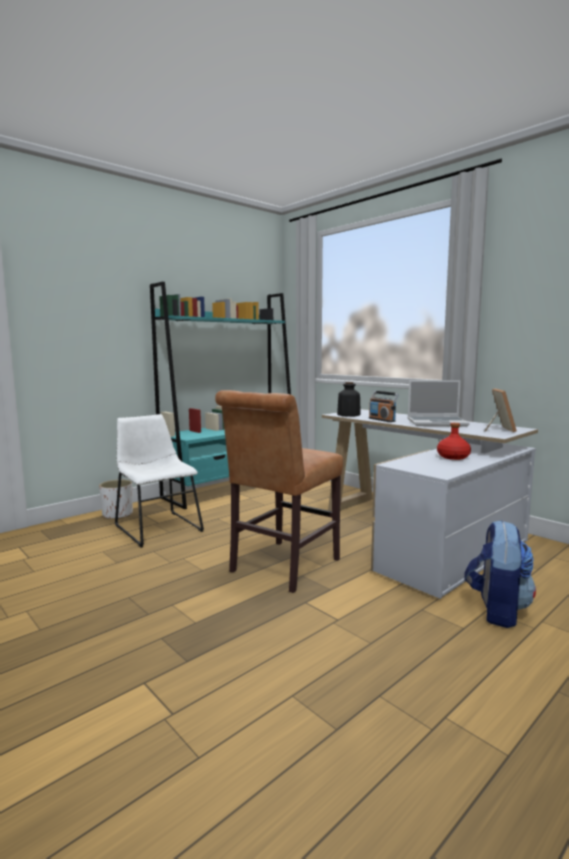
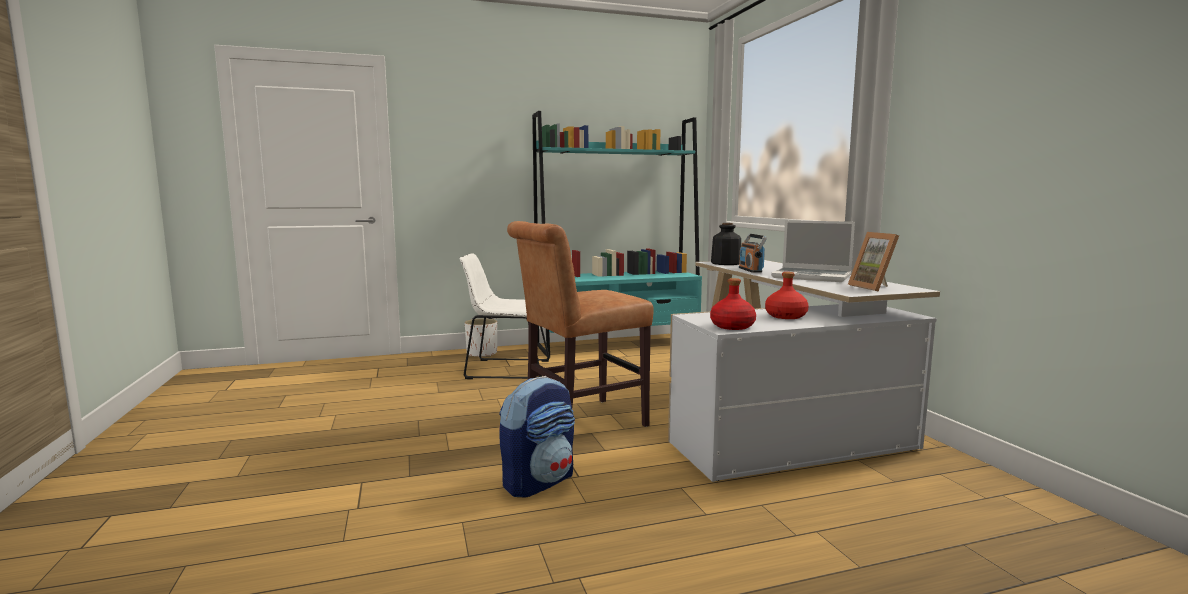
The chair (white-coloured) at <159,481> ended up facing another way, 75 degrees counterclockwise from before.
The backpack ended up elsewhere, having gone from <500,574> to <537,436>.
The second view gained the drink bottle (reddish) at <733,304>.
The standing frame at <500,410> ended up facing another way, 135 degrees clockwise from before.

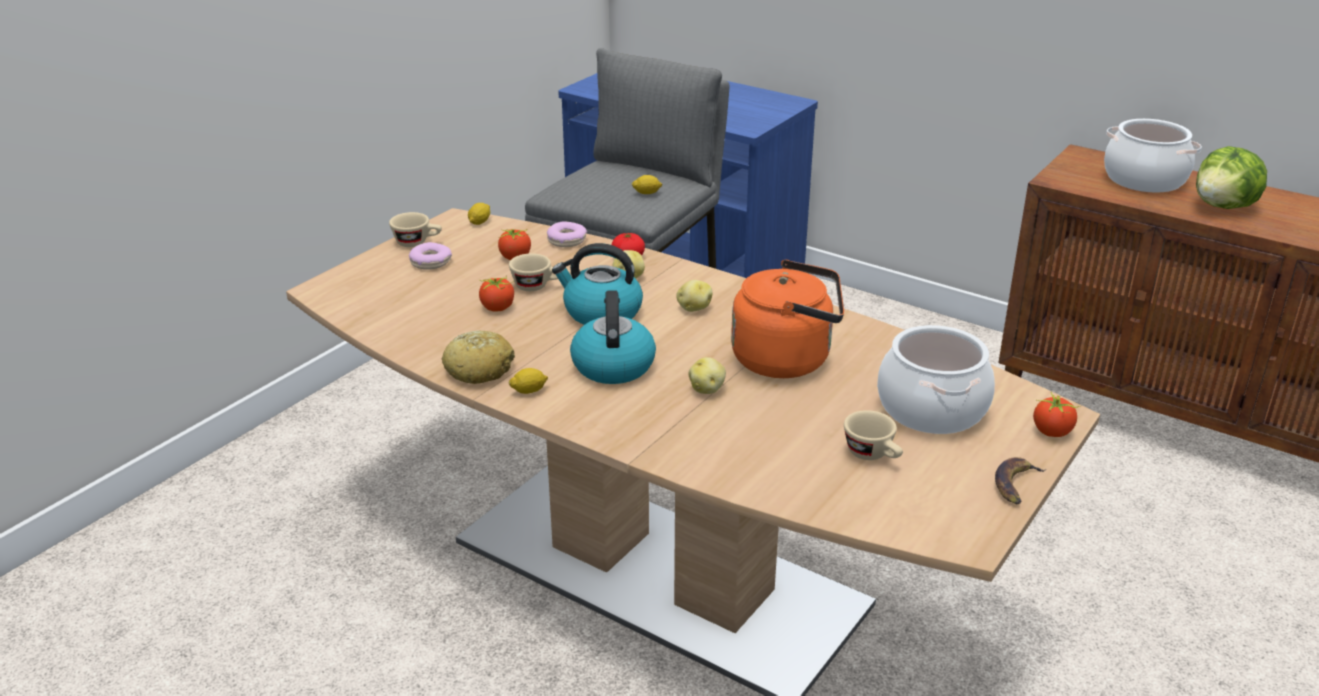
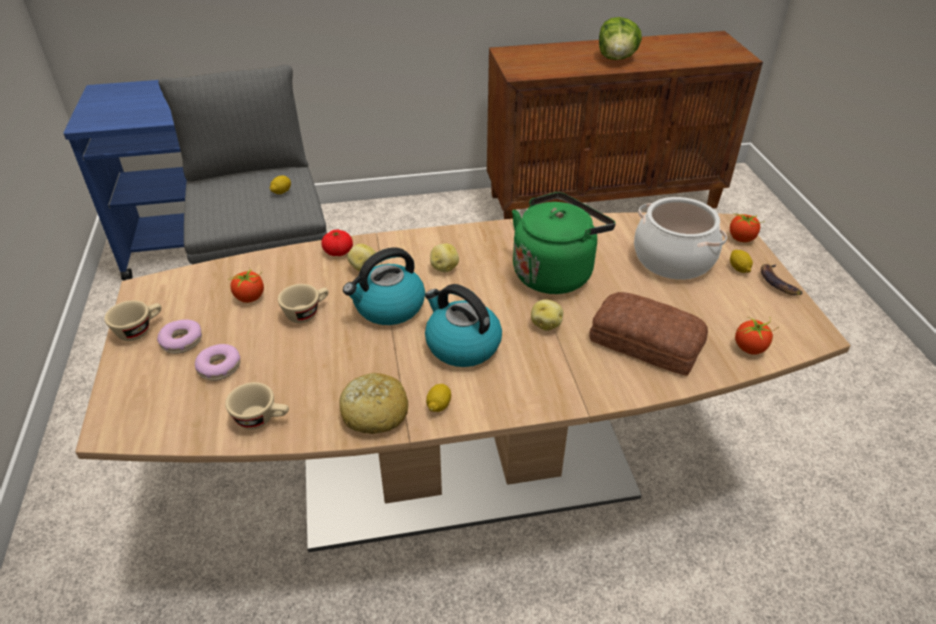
The doughnut ended up elsewhere, having gone from <567,234> to <218,362>.
The drinking cup (beige) ended up elsewhere, having gone from <873,435> to <257,406>.
What was the water kettle (orangey) at <787,319> turned into the water kettle (green) at <564,243>.
The second view gained the baked bread at <648,334>.
The whole lemon ended up elsewhere, having gone from <479,214> to <741,261>.
The fresh tomato ended up elsewhere, having gone from <497,294> to <756,336>.
The second view lost the cooking pot at <1153,156>.

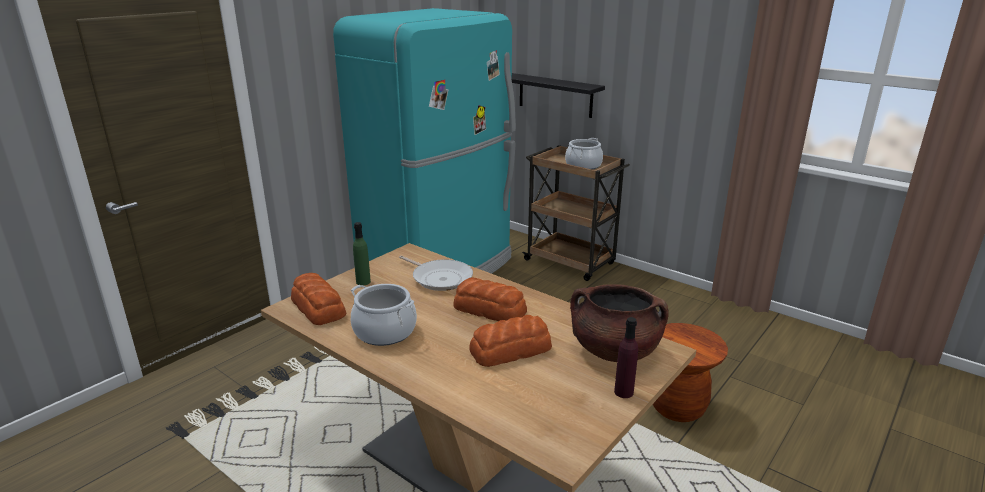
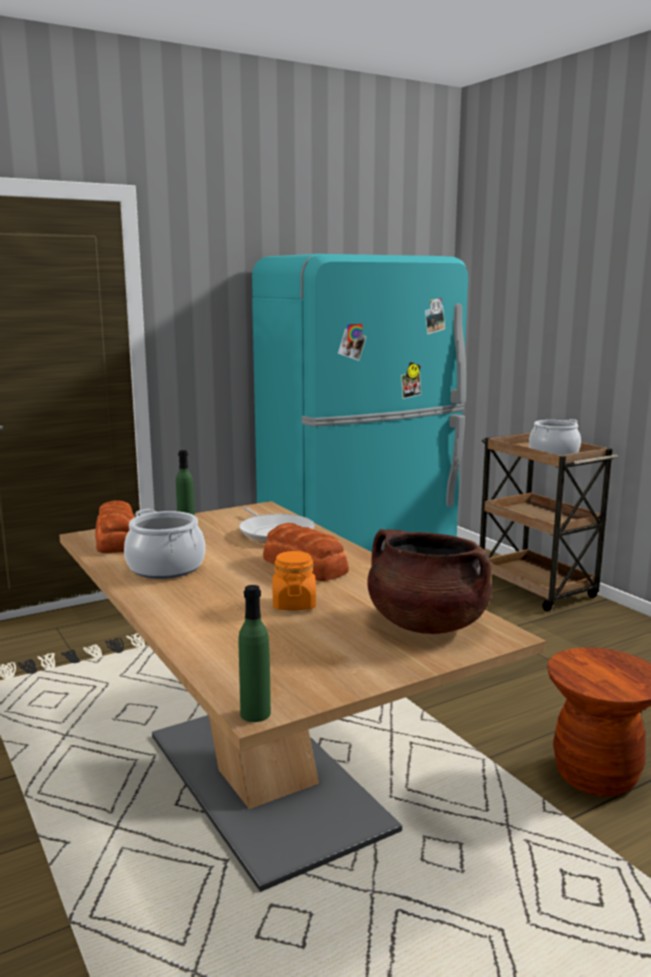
The second view gained the drink bottle (green) at <255,653>.
Where the baked bread stood at <510,341>, the storage jar (orangey) came to stand at <294,580>.
The second view lost the bracket shelf (black) at <558,95>.
The second view lost the drink bottle (purplish) at <626,357>.

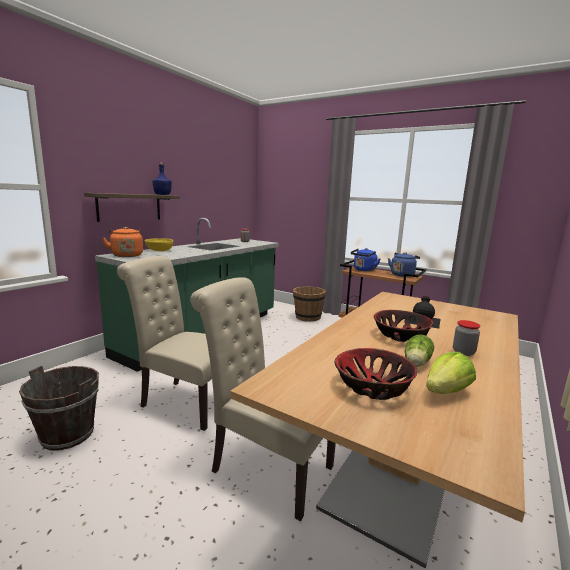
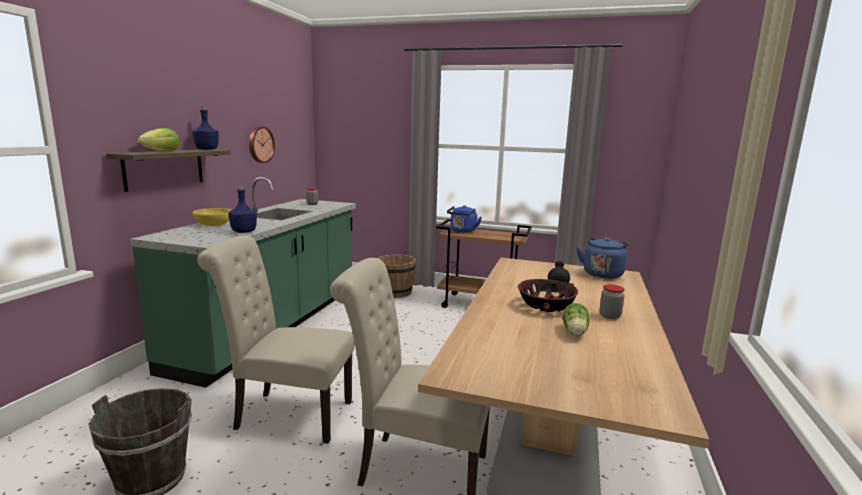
The lettuce ended up elsewhere, having gone from <451,373> to <158,140>.
The second view gained the drink bottle (blue-coloured) at <242,209>.
The second view gained the hanging clock at <262,145>.
The water kettle (blue-coloured) ended up elsewhere, having gone from <404,264> to <602,258>.
The second view lost the water kettle (orangey) at <123,242>.
The second view lost the serving bowl at <376,374>.

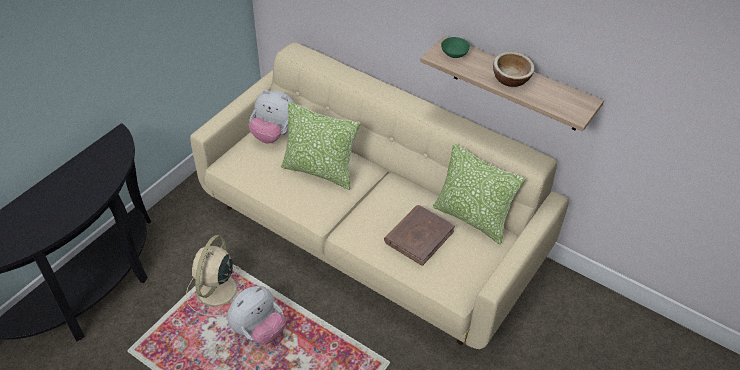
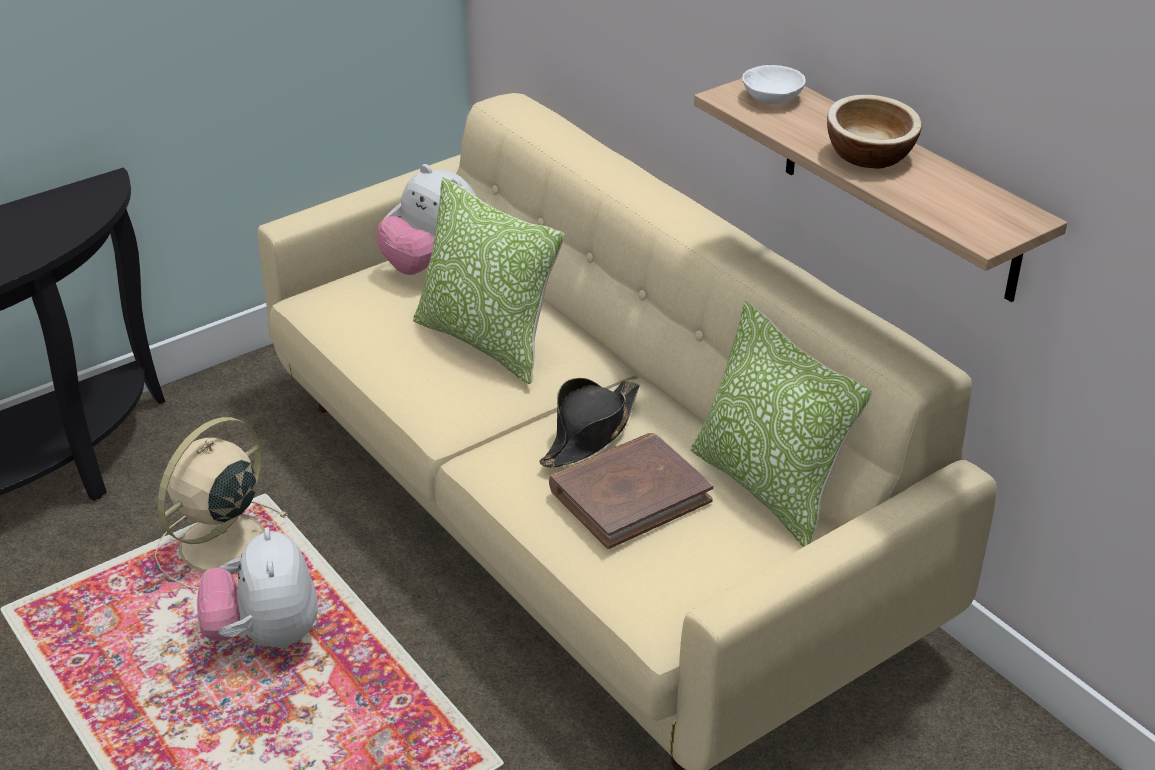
The plush toy at <256,315> ended up facing another way, 105 degrees clockwise from before.
The second view gained the hat (black) at <589,423>.
What was the serving bowl (green) at <455,47> turned into the serving bowl (white-coloured) at <774,84>.

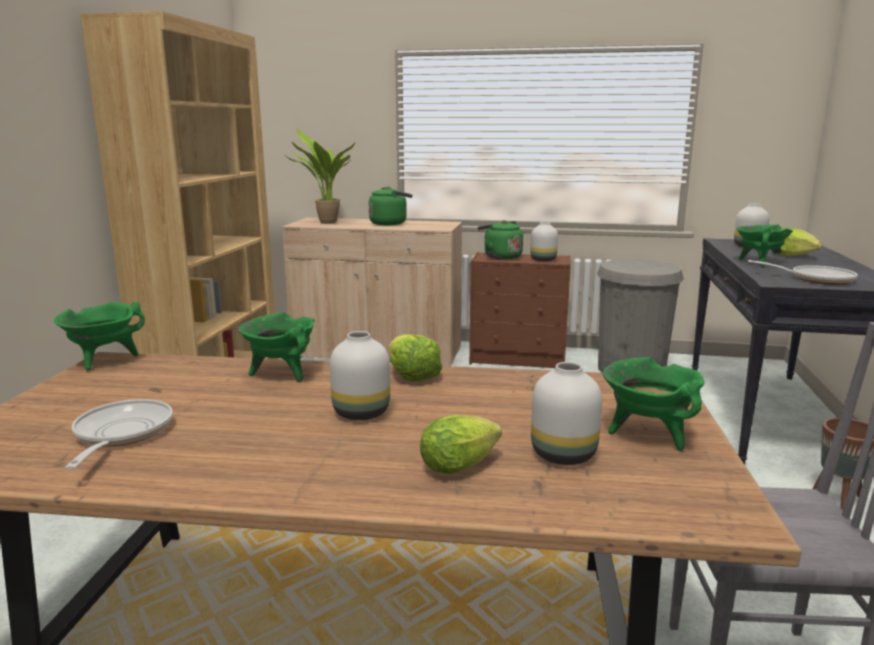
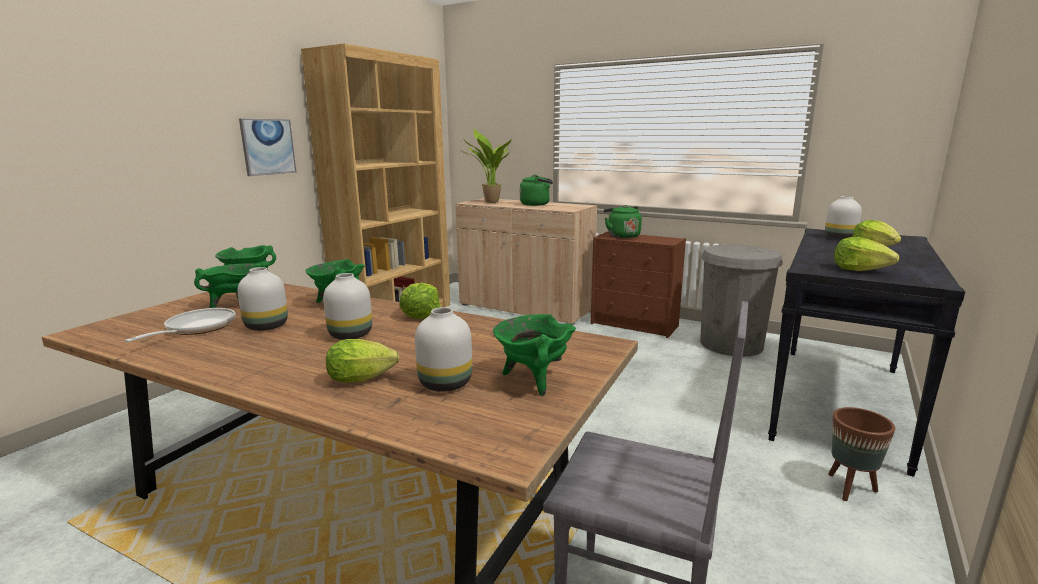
The cooking pot (green) ended up elsewhere, having gone from <764,245> to <227,285>.
The flower vase (white-coloured) ended up elsewhere, having gone from <544,241> to <262,299>.
The second view gained the wall picture at <268,147>.
Where the skillet stood at <803,272>, the lettuce came to stand at <866,254>.

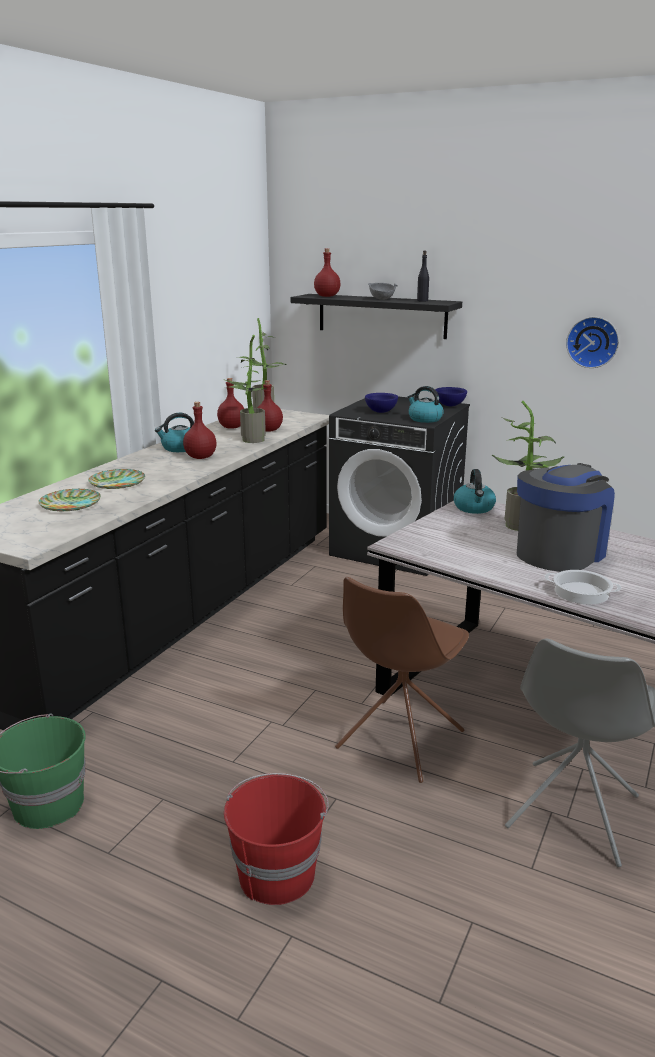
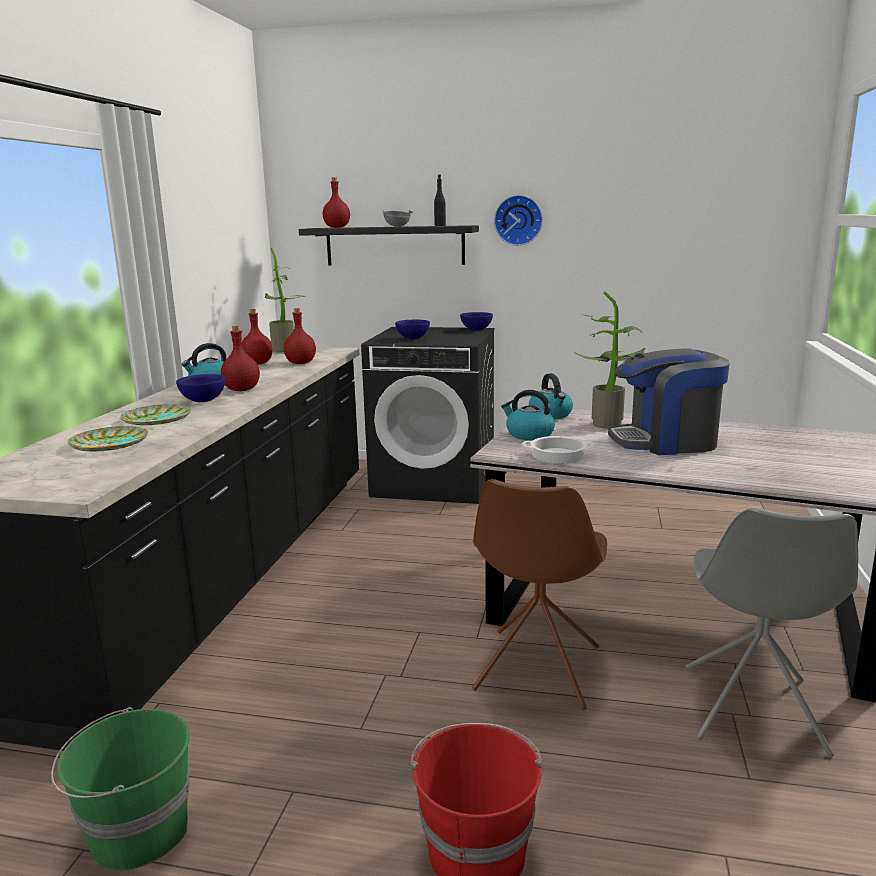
The second view gained the serving bowl (blue-coloured) at <200,388>.
The hanging clock ended up elsewhere, having gone from <592,342> to <518,220>.
The water kettle ended up elsewhere, having gone from <426,404> to <528,415>.
The cooking pot ended up elsewhere, having gone from <583,587> to <558,449>.
The coffee maker at <566,517> ended up facing another way, 120 degrees counterclockwise from before.
The second view lost the potted plant at <244,389>.

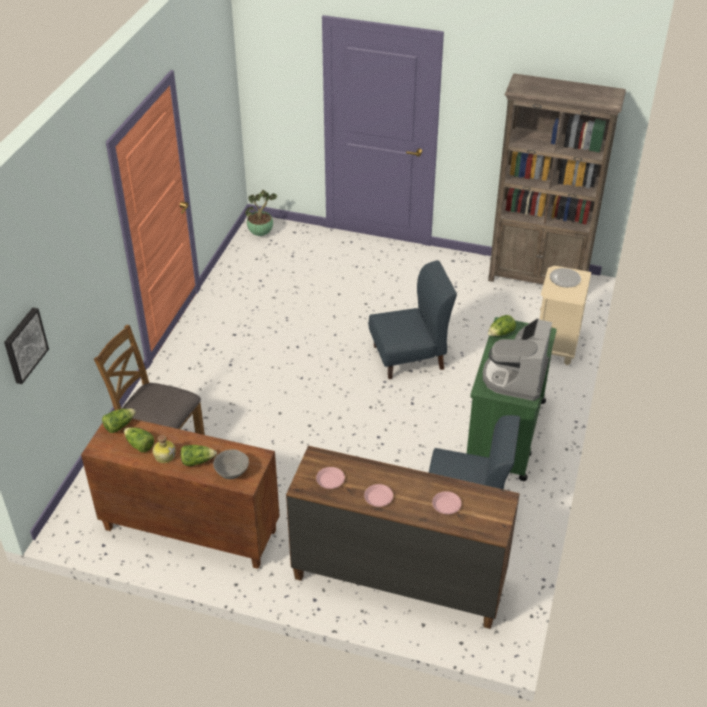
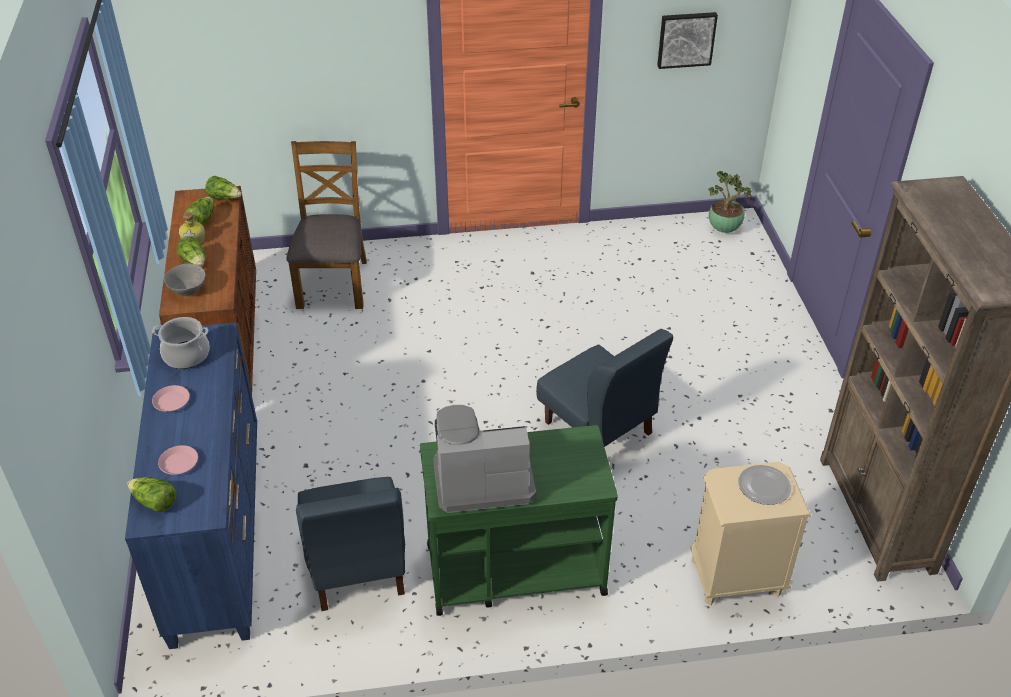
What was the chest of drawers (brown-coloured) at <403,537> turned into the chest of drawers (blue-coloured) at <191,486>.
The lettuce ended up elsewhere, having gone from <502,325> to <151,495>.
Where the dinner plate (pink-coloured) stood at <330,478>, the cooking pot came to stand at <181,343>.
The wall picture ended up elsewhere, having gone from <26,346> to <687,40>.

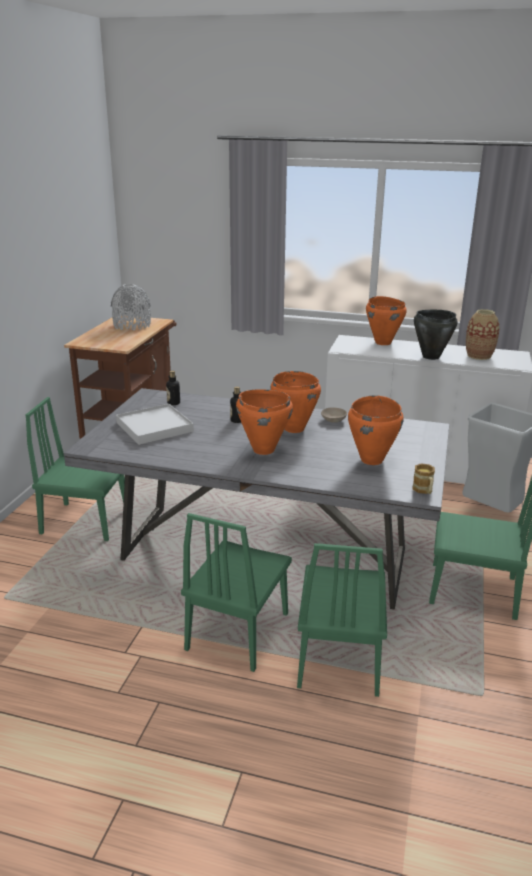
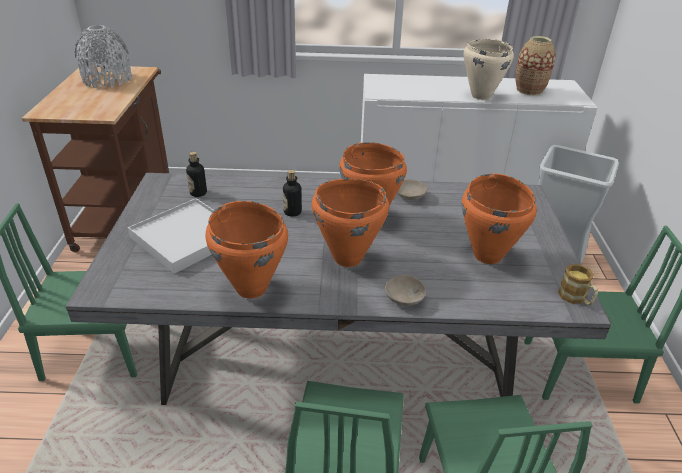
The cooking pot (orangey) ended up elsewhere, having gone from <386,320> to <247,249>.
The second view gained the serving bowl (beige) at <405,290>.
What was the cooking pot (black) at <436,335> turned into the cooking pot (beige) at <488,69>.

